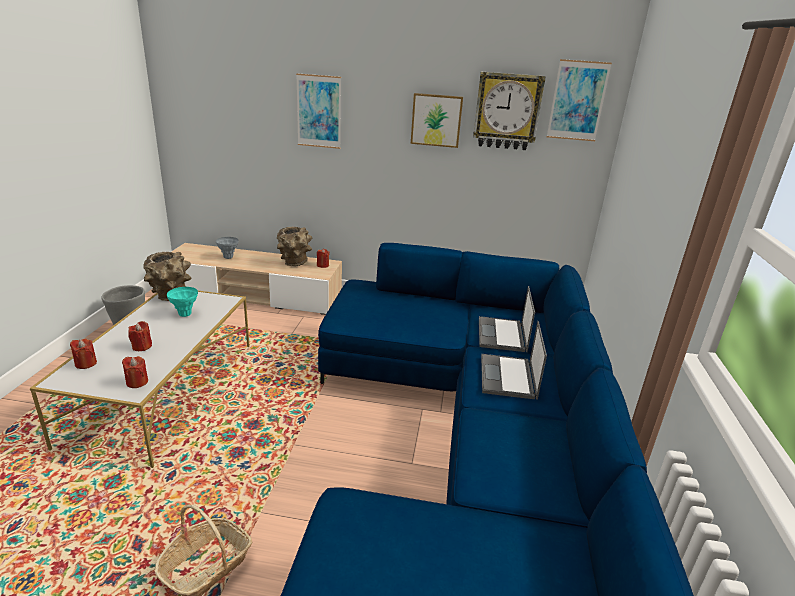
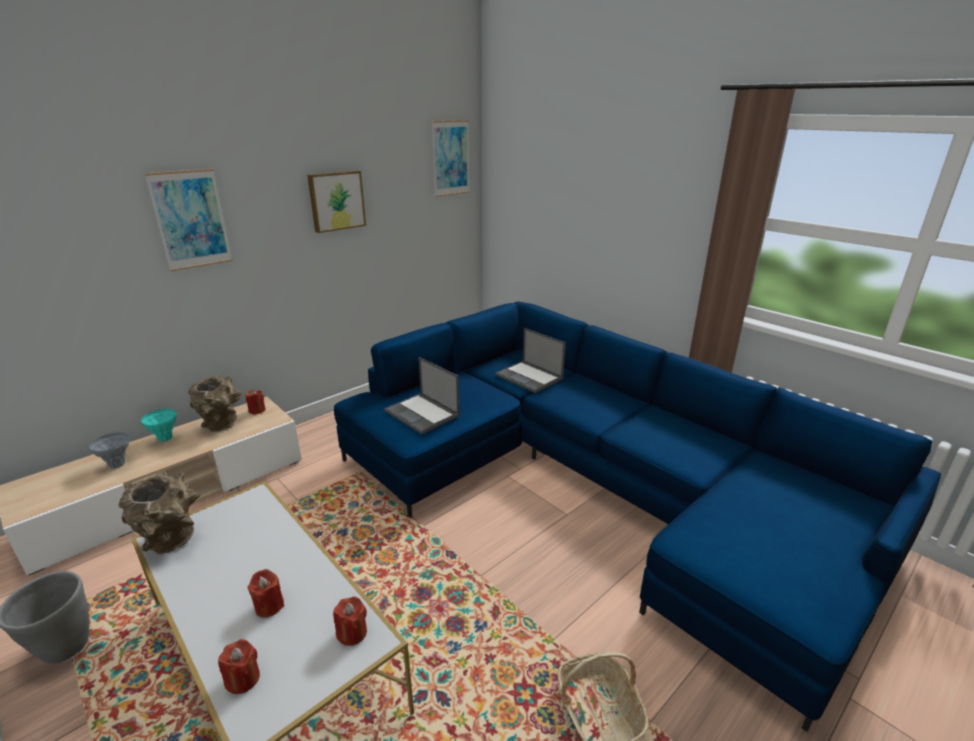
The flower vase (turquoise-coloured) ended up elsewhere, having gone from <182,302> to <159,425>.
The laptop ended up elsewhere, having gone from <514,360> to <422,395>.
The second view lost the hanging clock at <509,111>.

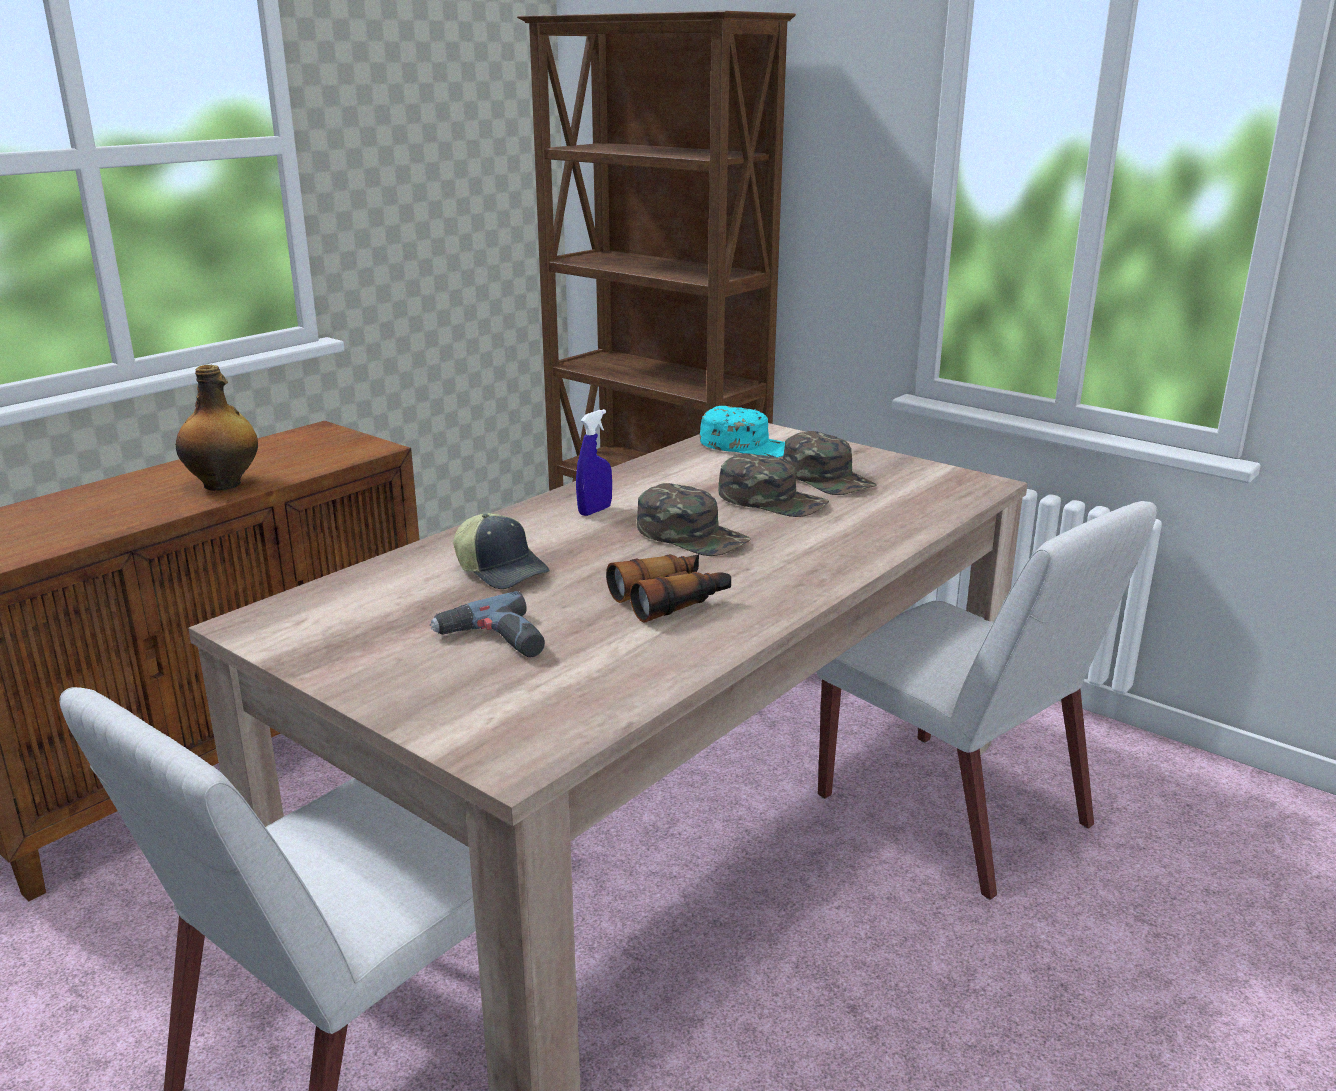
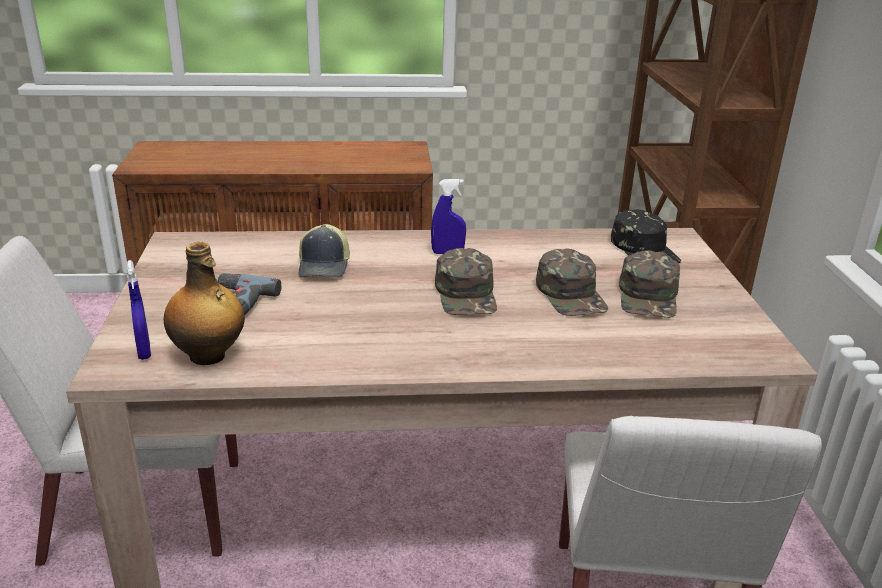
The second view gained the sprayer (blue-coloured) at <139,310>.
The drink bottle ended up elsewhere, having gone from <217,428> to <204,303>.
What was the peaked cap (turquoise-coloured) at <742,432> turned into the peaked cap (black) at <646,236>.
The second view lost the binoculars at <668,588>.

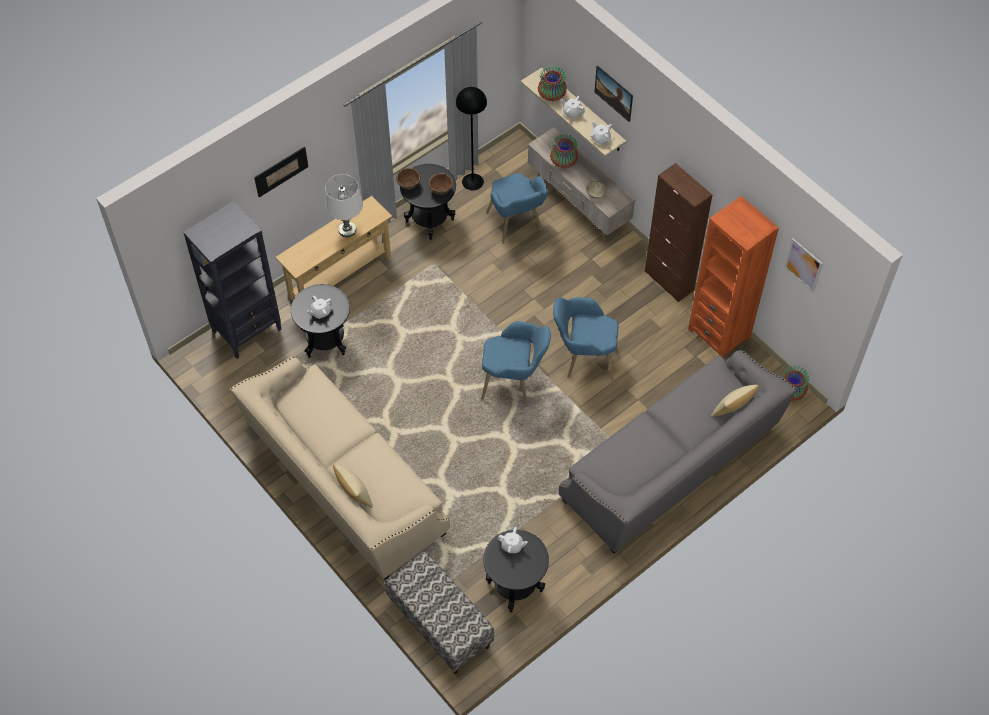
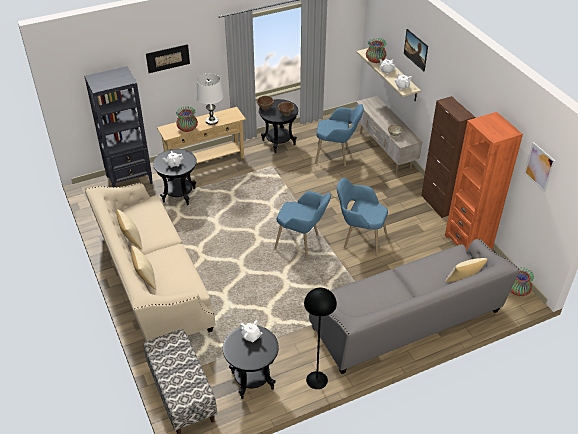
The second view gained the cushion at <129,229>.
The flower vase ended up elsewhere, having gone from <564,151> to <187,119>.
The floor lamp (black) ended up elsewhere, having gone from <471,138> to <320,338>.
The lounge chair (blue-coloured) at <517,208> ended up facing another way, 75 degrees counterclockwise from before.

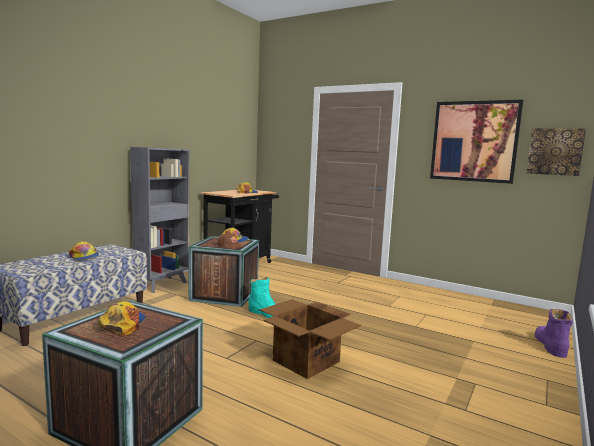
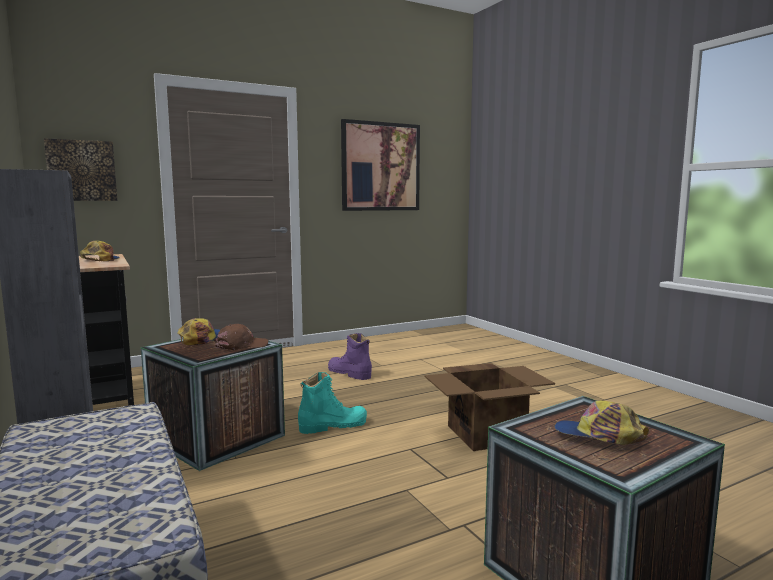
The wall picture ended up elsewhere, having gone from <556,152> to <80,169>.
The tall boot (purplish) ended up elsewhere, having gone from <554,333> to <350,356>.
The second view lost the peaked cap at <84,251>.

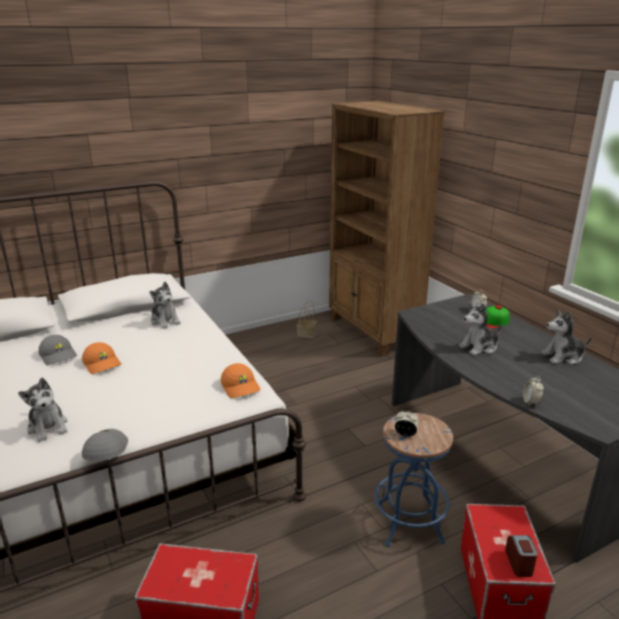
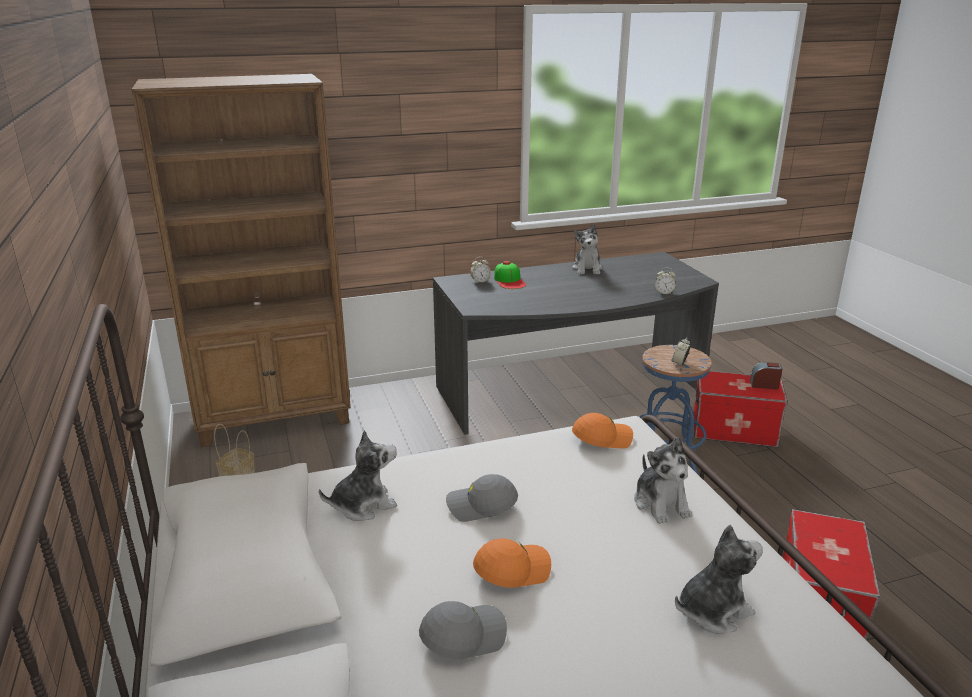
The peaked cap (grey) ended up elsewhere, having gone from <105,445> to <482,498>.
The plush toy ended up elsewhere, having gone from <480,329> to <663,480>.

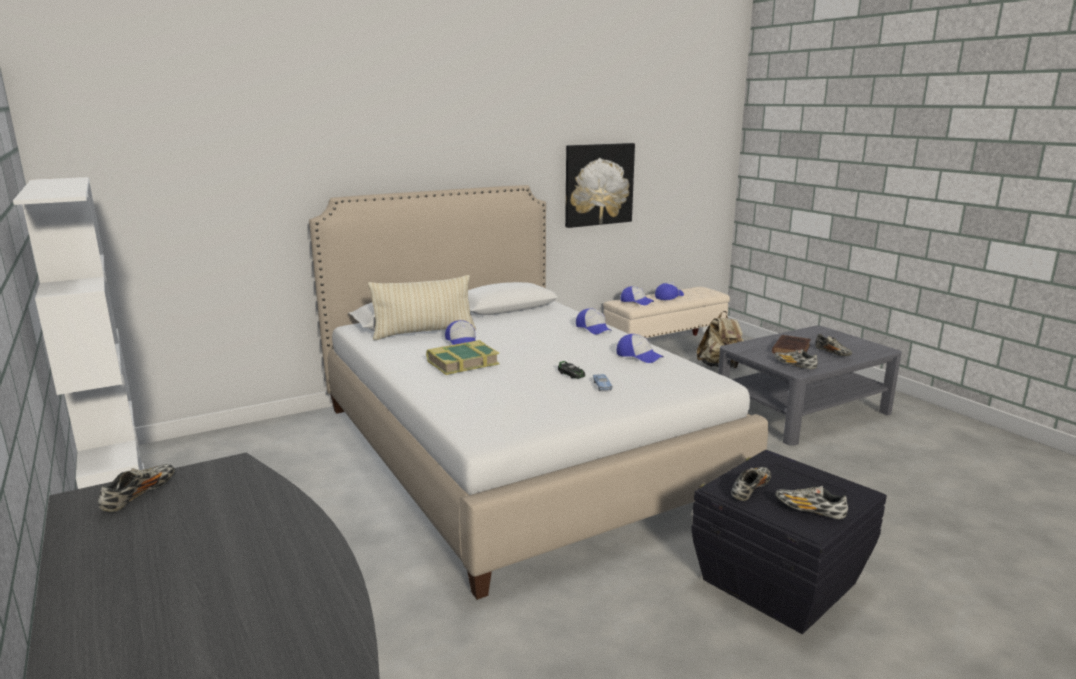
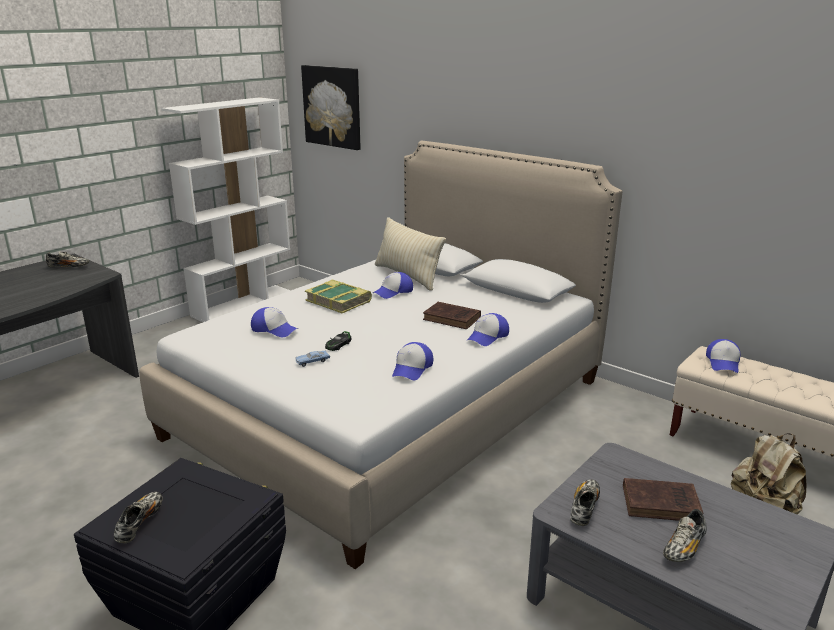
The peaked cap ended up elsewhere, having gone from <669,291> to <274,322>.
The wall picture ended up elsewhere, having gone from <600,185> to <331,107>.
The second view gained the volume (brown-coloured) at <452,315>.
The second view lost the low shoe at <751,484>.

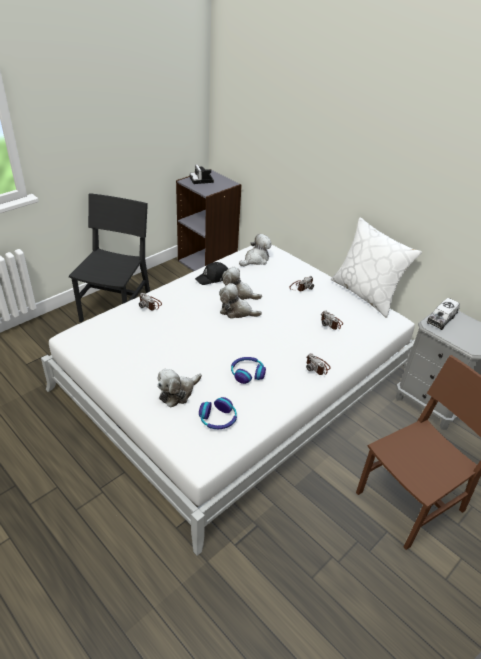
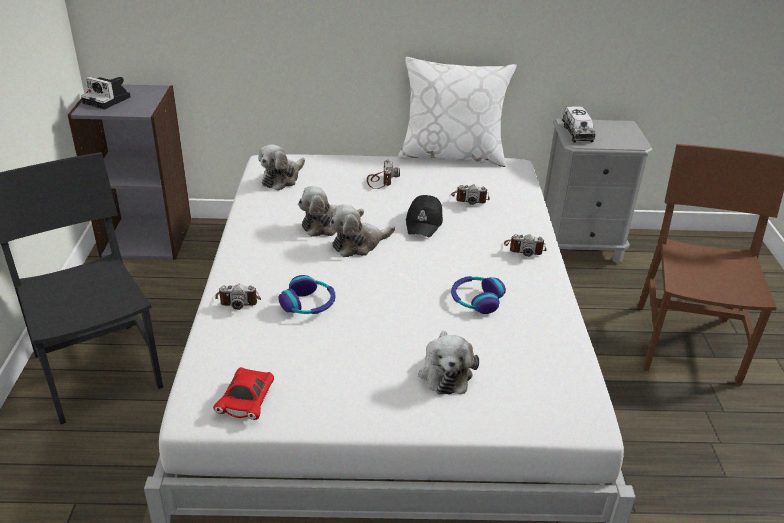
The second view gained the model car (reddish) at <243,393>.
The plush toy at <255,250> ended up facing another way, 150 degrees counterclockwise from before.
The pair of headphones ended up elsewhere, having gone from <218,413> to <307,294>.
The peaked cap (black) ended up elsewhere, having gone from <211,273> to <424,216>.

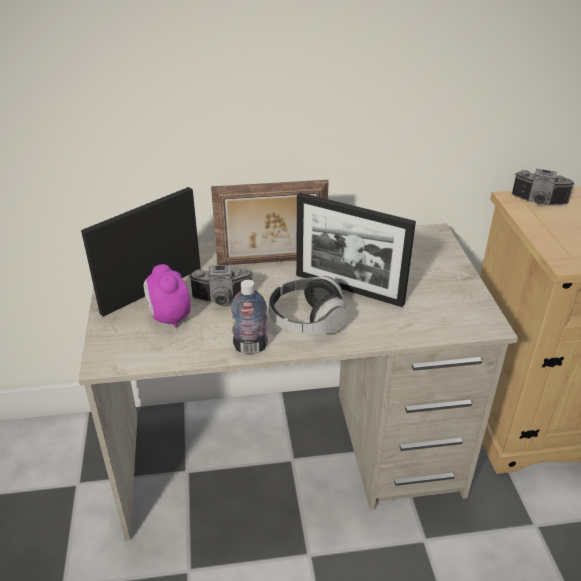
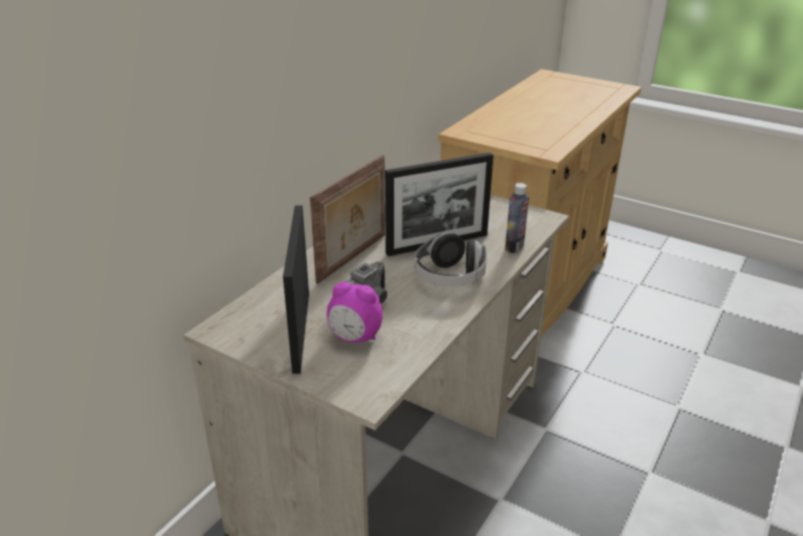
The drink bottle ended up elsewhere, having gone from <249,317> to <517,218>.
The second view lost the still camera at <543,187>.

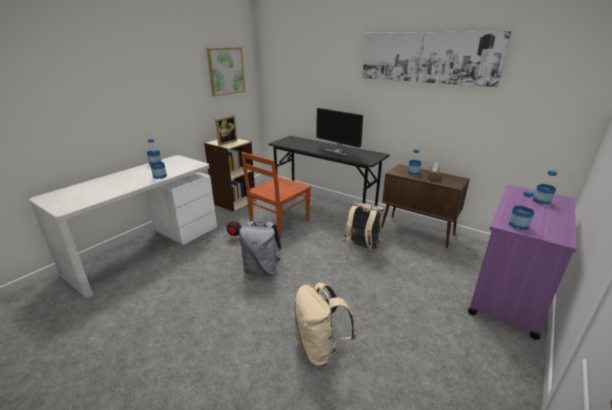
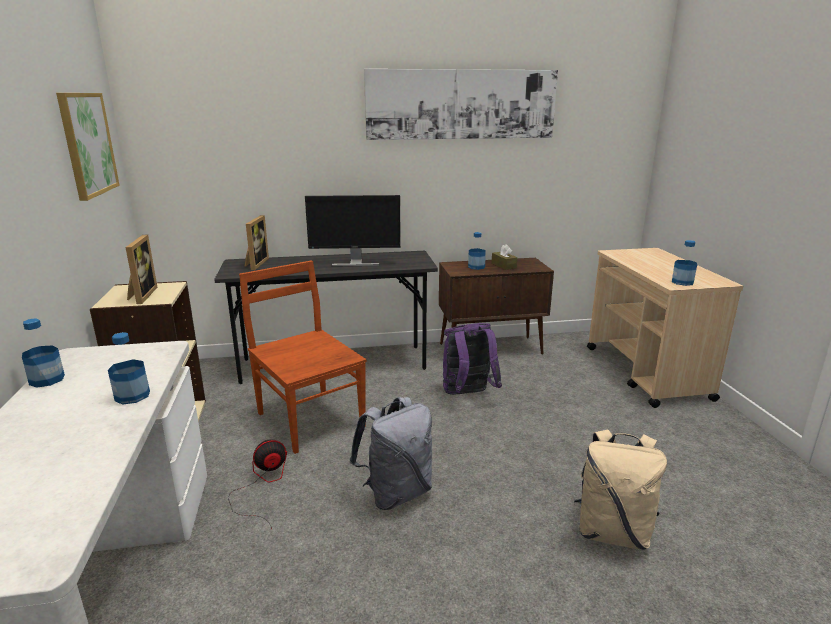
The chair (brown-coloured) at <276,195> ended up facing another way, 150 degrees clockwise from before.
The second view gained the standing frame at <257,242>.
What was the backpack (beige) at <363,226> turned into the backpack (purplish) at <472,359>.
What was the cart (purplish) at <522,262> turned into the cart (beige) at <665,328>.
The second view lost the drink bottle at <545,187>.

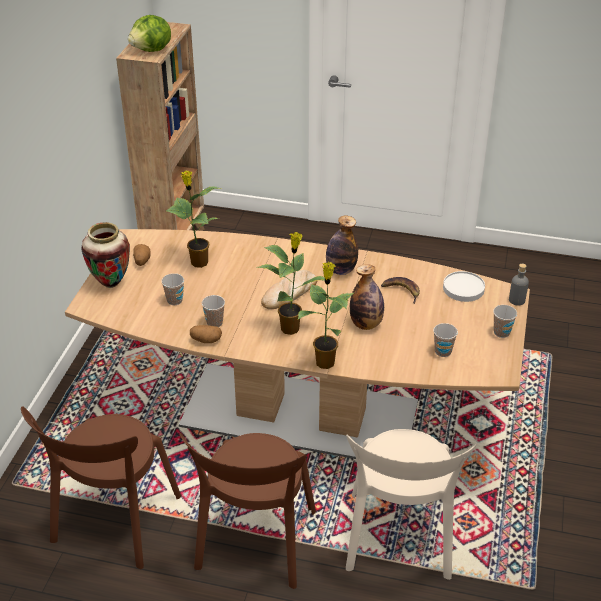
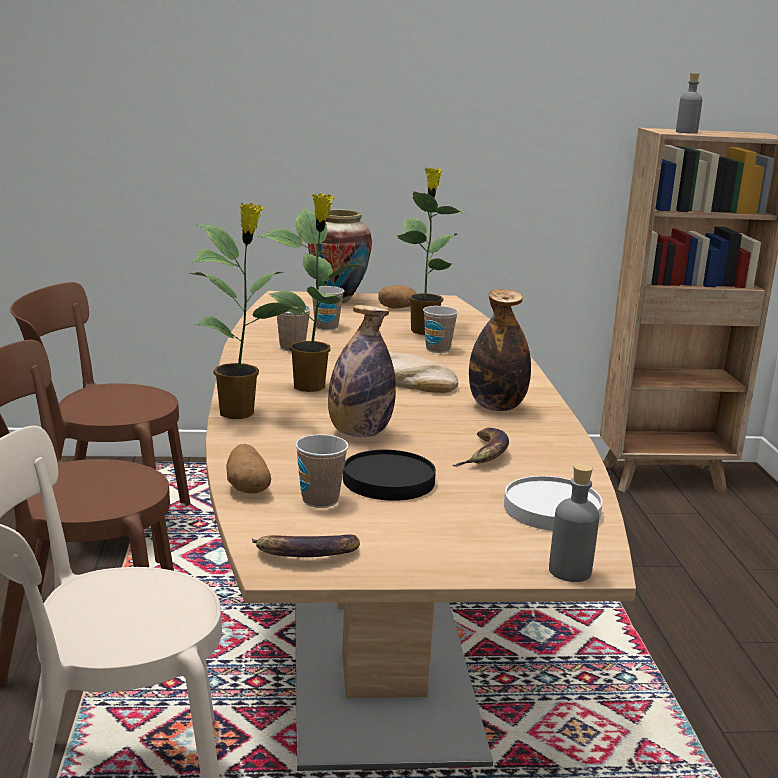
The whole potato ended up elsewhere, having gone from <206,334> to <248,468>.
The second view gained the banana fruit at <306,545>.
The second view gained the dinner plate (black) at <389,475>.
The drinking cup ended up elsewhere, having gone from <505,321> to <440,329>.
Where the lettuce stood at <149,33>, the drink bottle (grey) came to stand at <689,103>.

